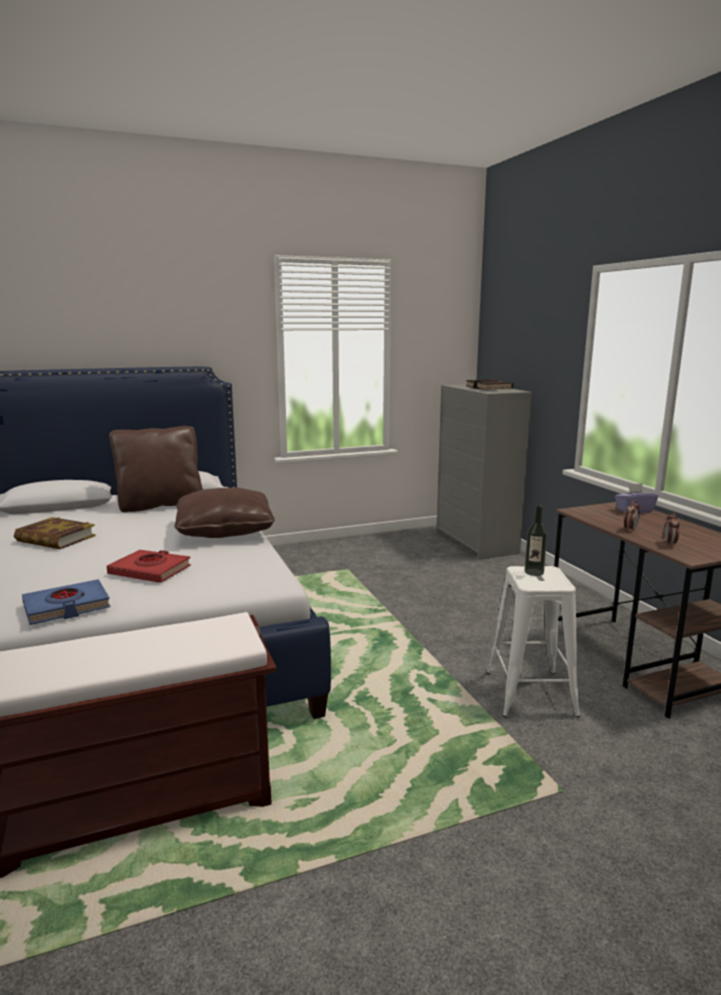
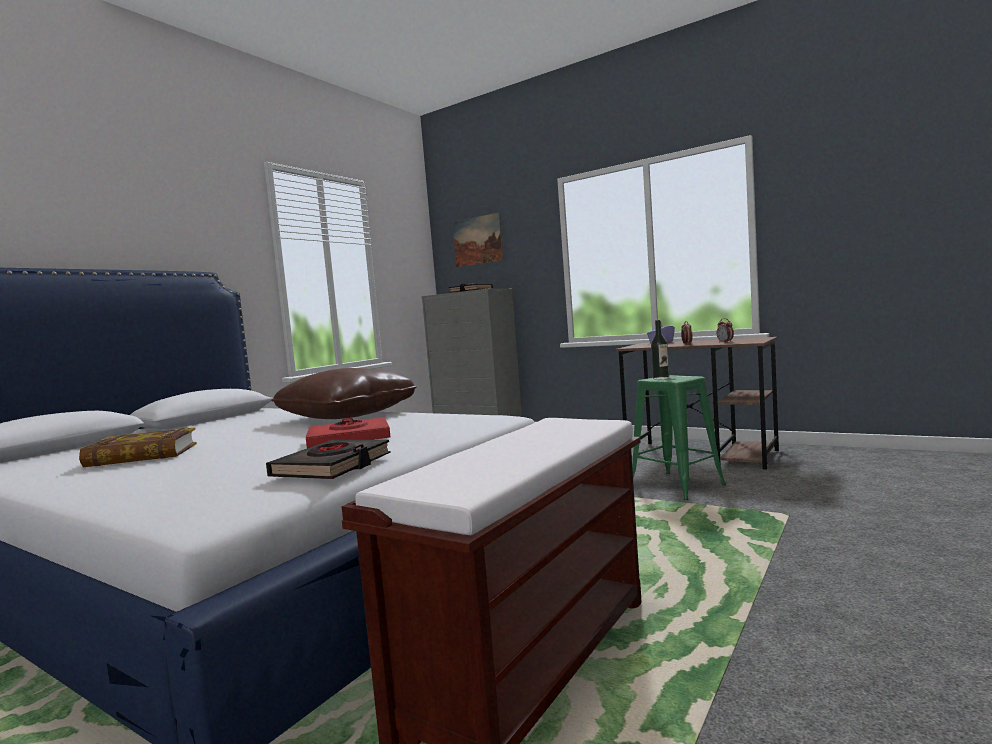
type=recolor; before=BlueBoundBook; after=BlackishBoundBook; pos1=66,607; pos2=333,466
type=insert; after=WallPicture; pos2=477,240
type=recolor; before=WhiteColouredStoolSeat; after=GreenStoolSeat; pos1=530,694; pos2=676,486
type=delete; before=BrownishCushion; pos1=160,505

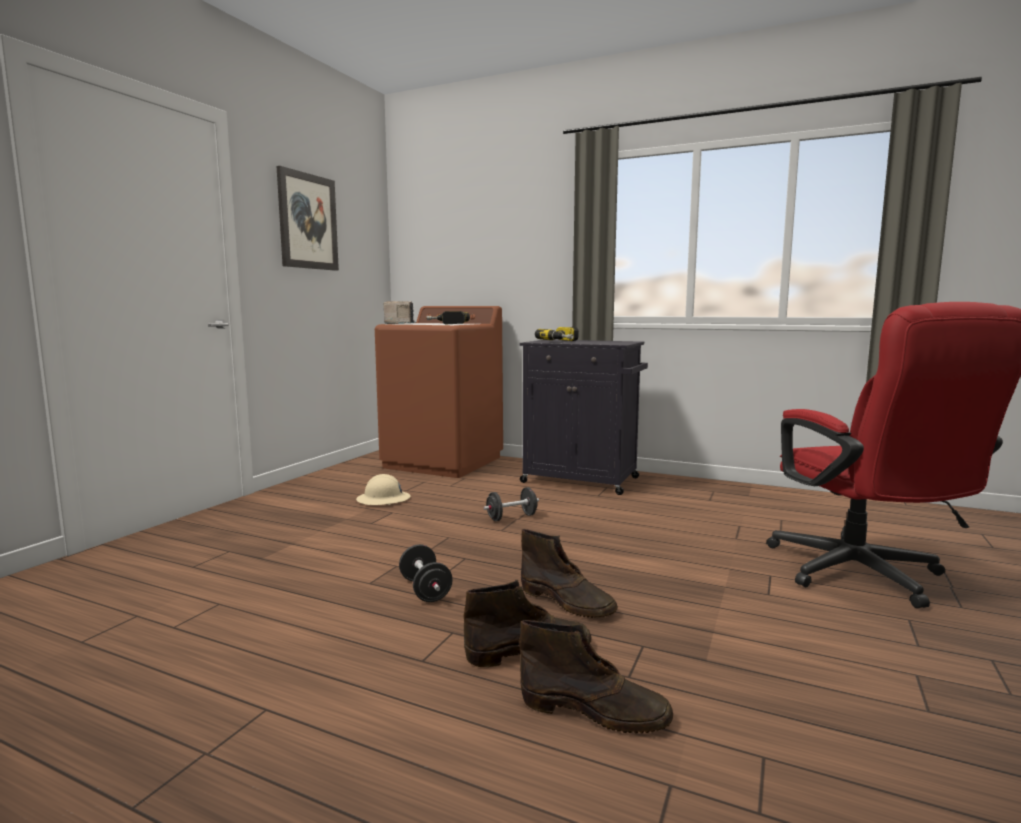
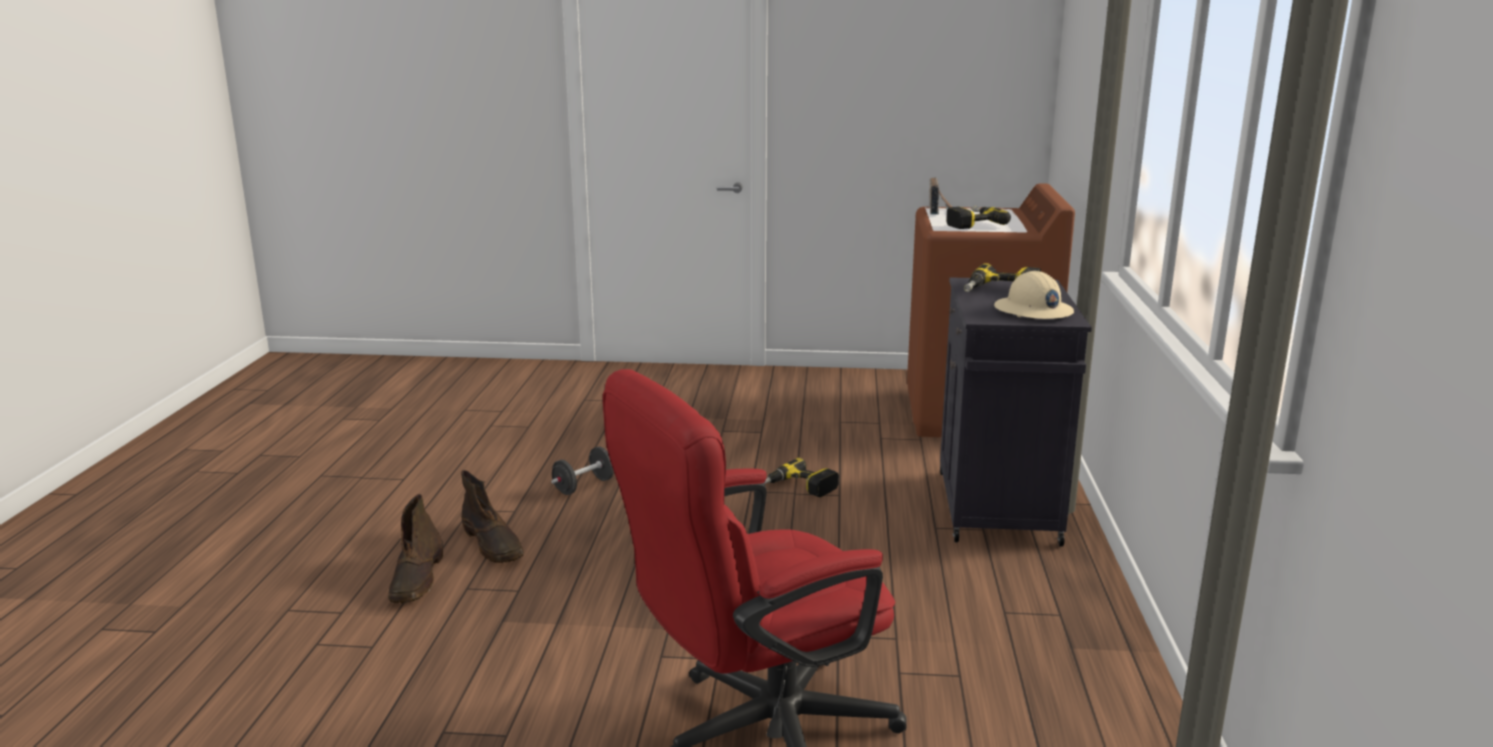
type=replace; before=BlackishHandWeight; after=Drill; pos1=511,517; pos2=796,489
type=move; before=BeigeHardHat; pos1=383,499; pos2=1033,311
type=delete; before=WallPicture; pos1=307,221
type=delete; before=BrownishBoot; pos1=567,602

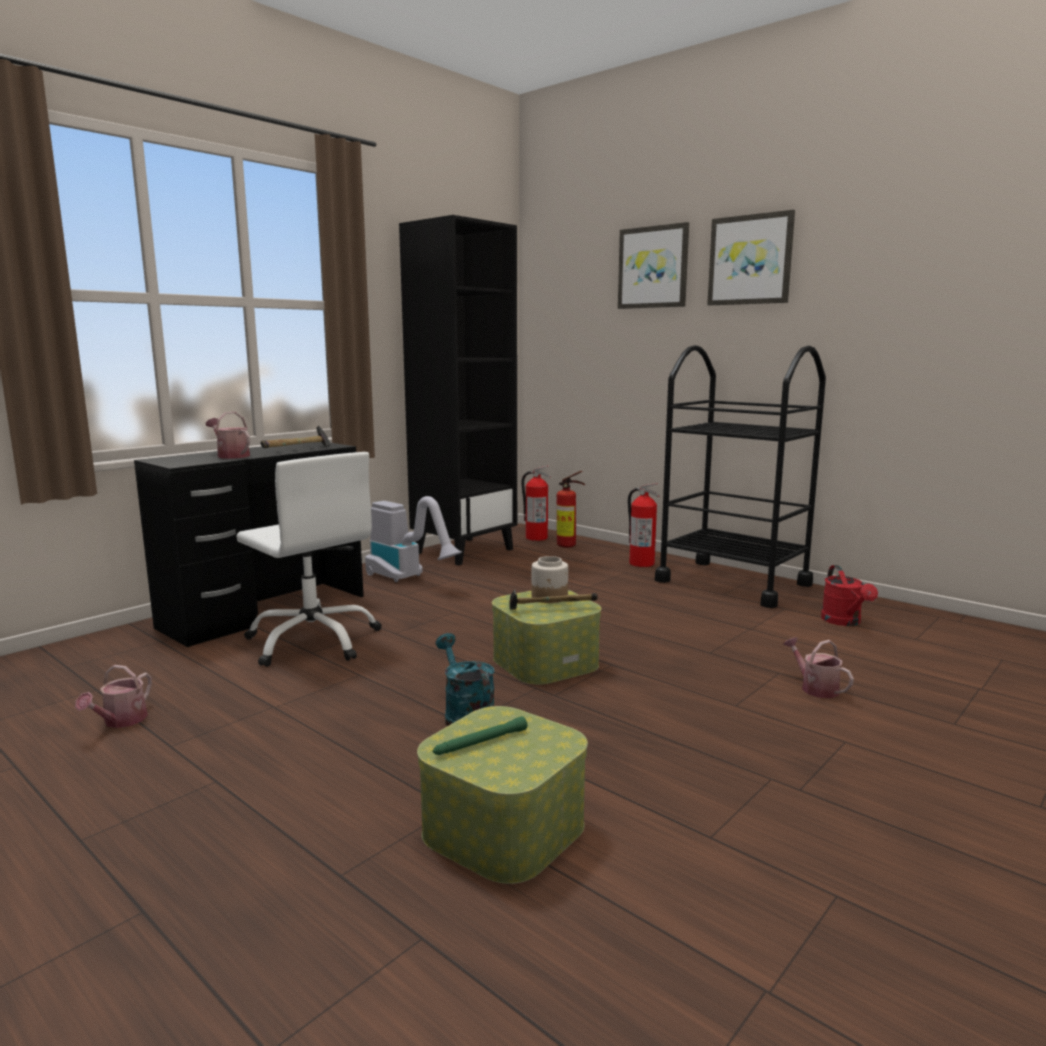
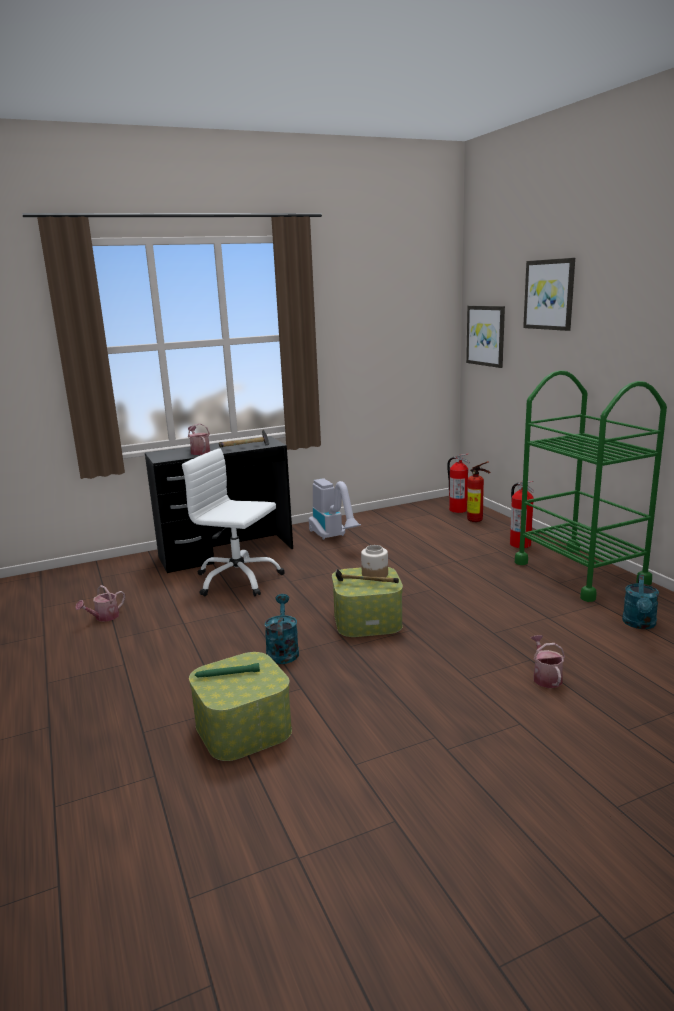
type=rotate; before=WhiteColouredDeskChair; pos1=313,641; pos2=237,580; turn=135
type=move; before=WallPicture; pos1=750,260; pos2=486,335
type=recolor; before=BlackishCart; after=GreenCart; pos1=733,583; pos2=580,573
type=recolor; before=ReddishWateringCan; after=BlueGreenWateringCan; pos1=844,622; pos2=639,624
type=delete; before=BlackishShelvingUnit; pos1=464,551

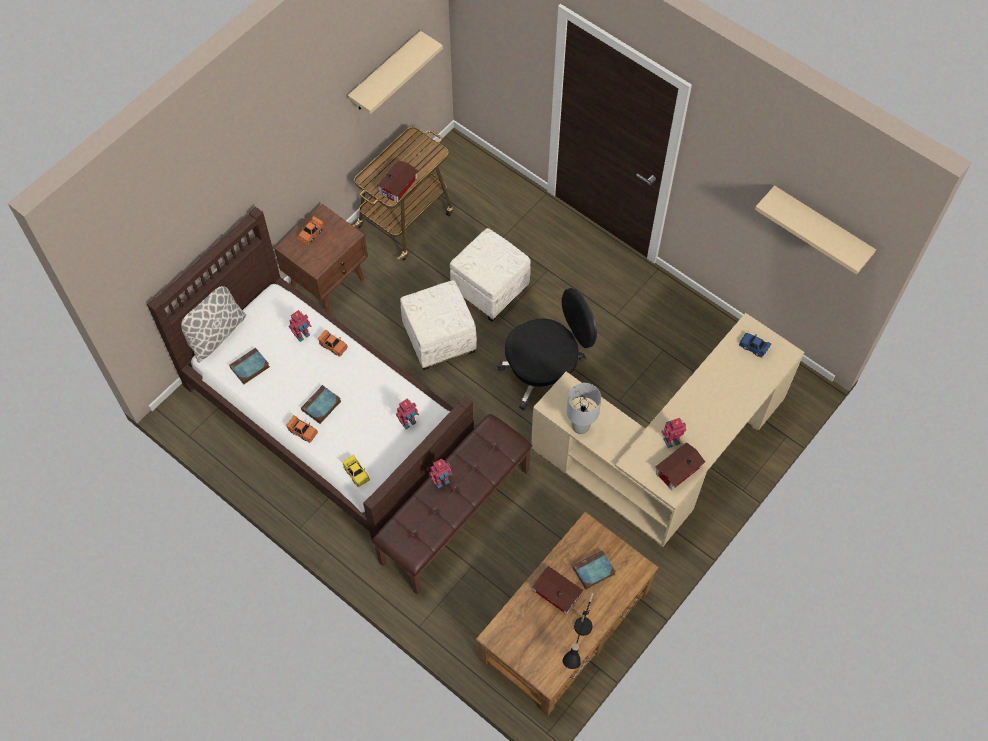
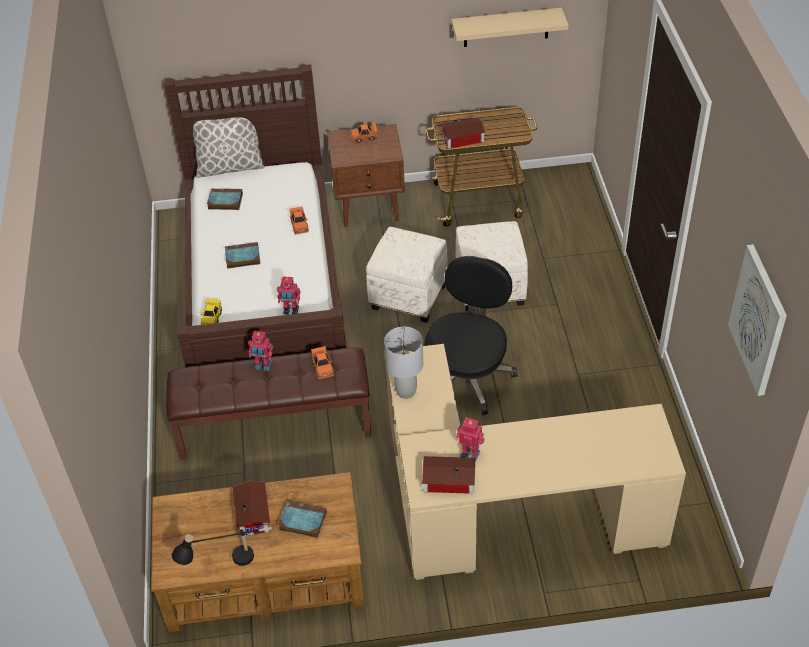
type=move; before=OrangeyModelCar; pos1=303,431; pos2=322,367
type=rotate; before=BlackishDeskChair; pos1=545,373; pos2=467,376; turn=-90
type=replace; before=BeigeWallShelf; after=WallPicture; pos1=820,227; pos2=759,320
type=delete; before=ModelRobot; pos1=302,335
type=delete; before=BlueModelCar; pos1=753,347

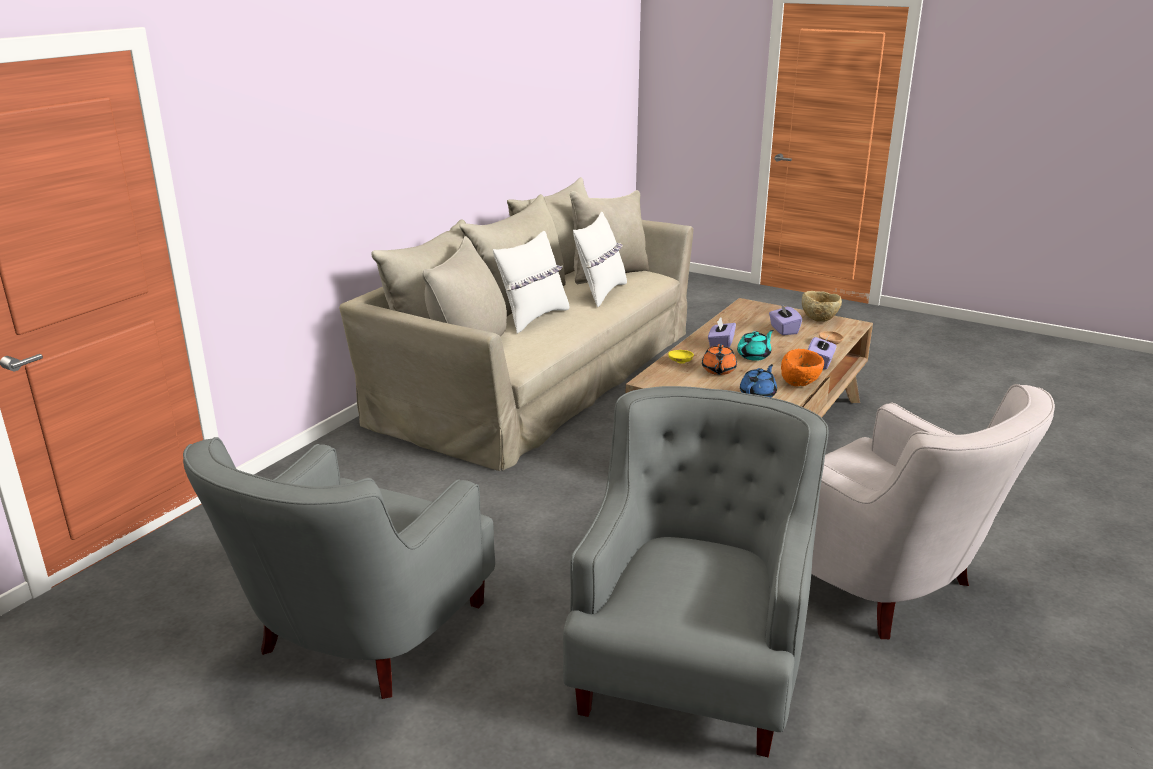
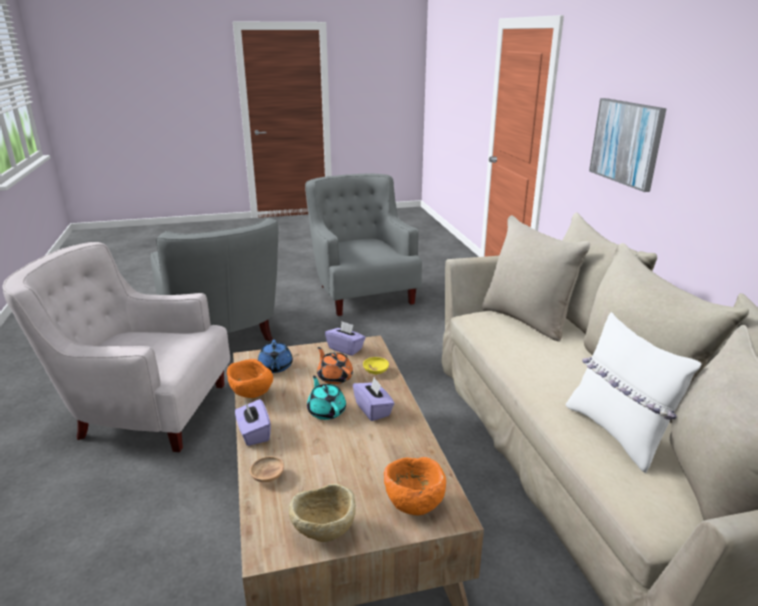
type=rotate; before=BlueGreenTeapot; pos1=754,356; pos2=326,411; turn=150
type=move; before=PurplishBoxOfTissues; pos1=783,330; pos2=345,348
type=insert; after=OrangeyBowl; pos2=413,504
type=insert; after=WallPicture; pos2=626,142
type=delete; before=WhiteColouredCushion; pos1=533,318

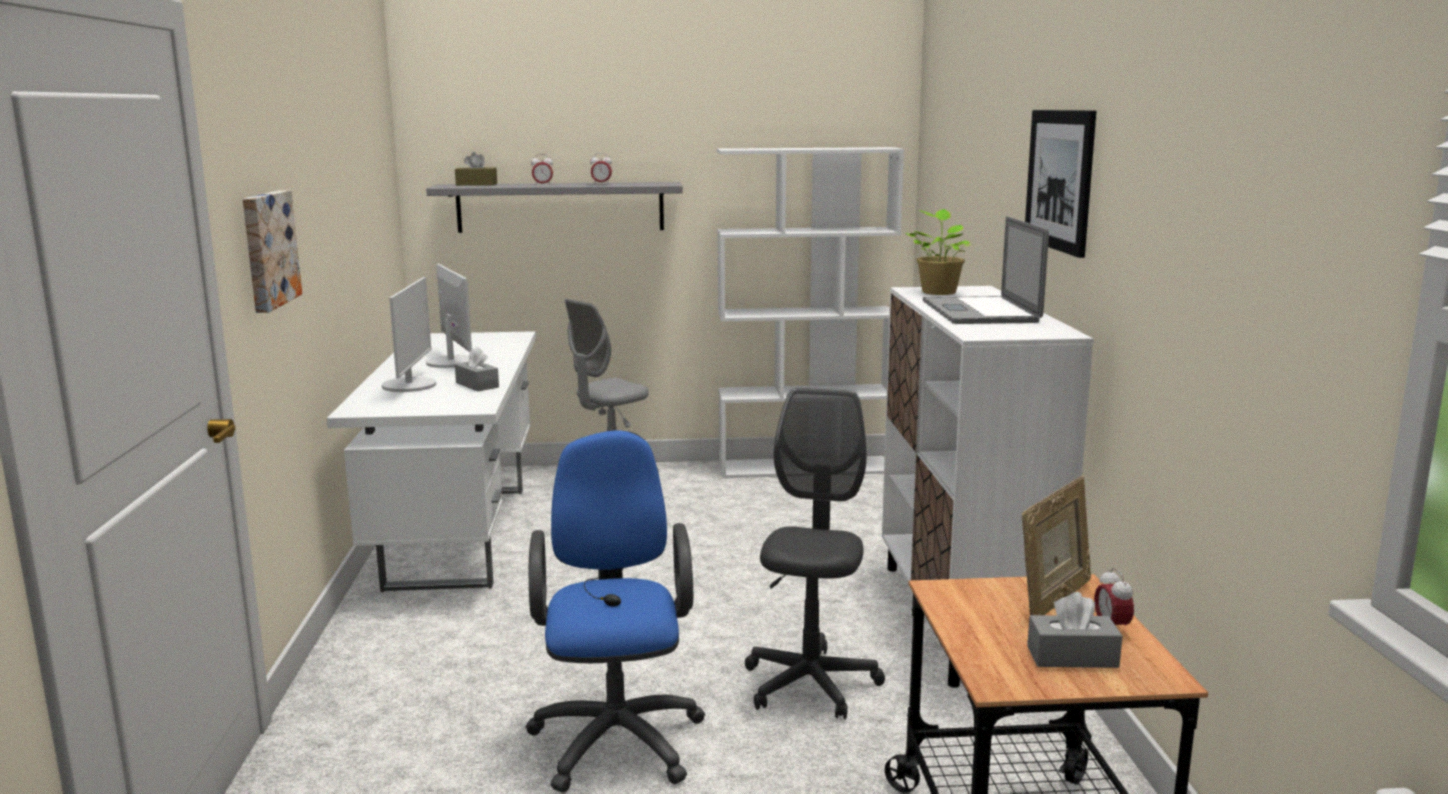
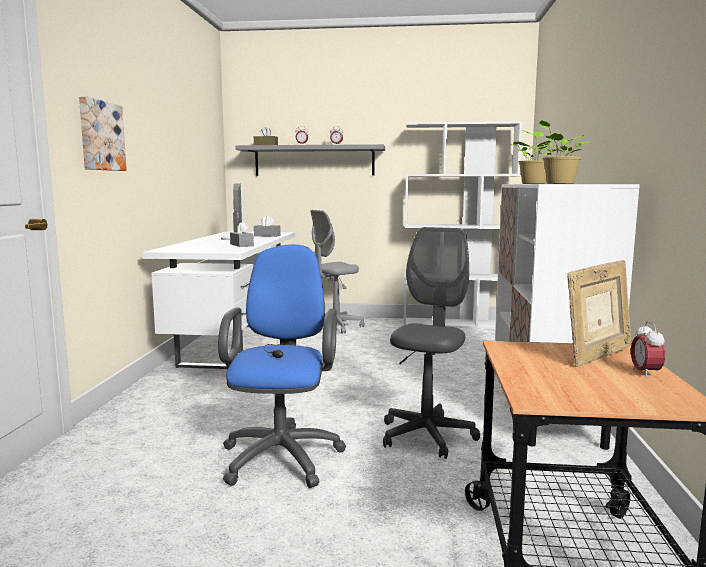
type=move; before=GrayBoxOfTissues; pos1=1072,657; pos2=267,235
type=replace; before=PortableComputer; after=Houseplant; pos1=980,311; pos2=558,183
type=delete; before=ComputerDisplay; pos1=410,385
type=delete; before=WallPicture; pos1=1059,180

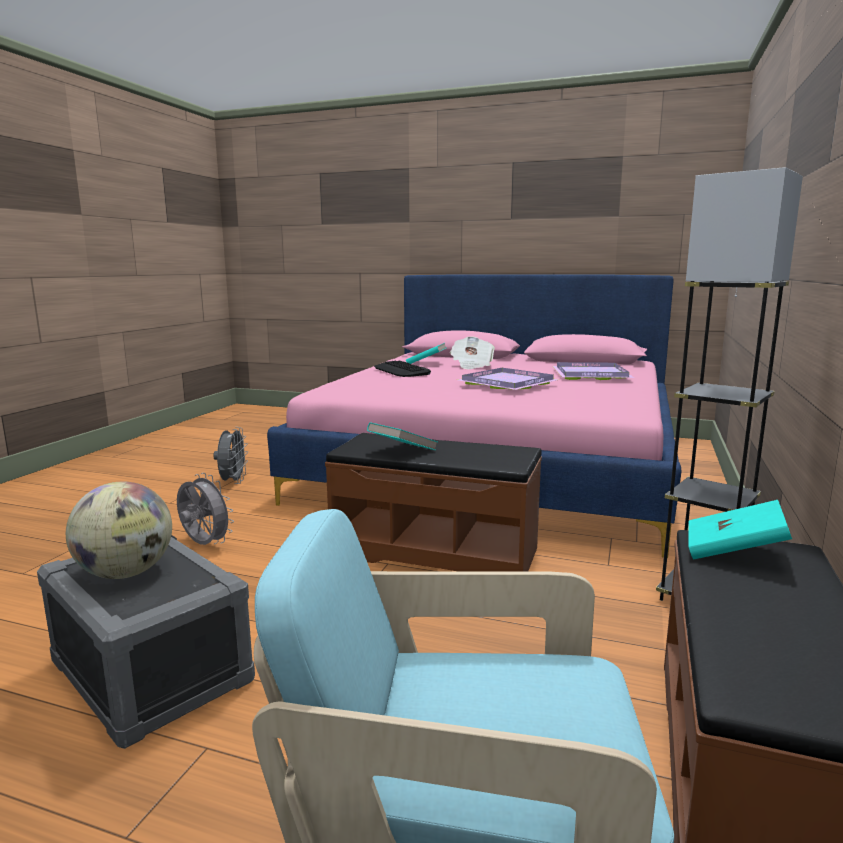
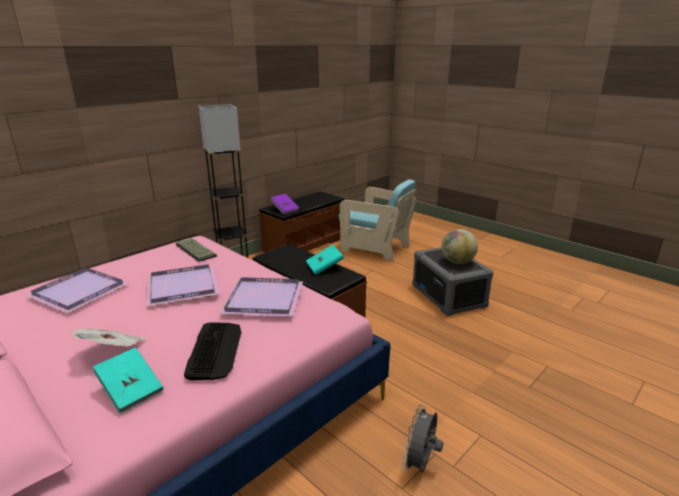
type=insert; after=PcKeyboard; pos2=194,250
type=insert; after=PurplishTray; pos2=265,299
type=recolor; before=BlueGreenBoundBook; after=PurplishBoundBook; pos1=733,552; pos2=285,210
type=delete; before=GrayElectricFan; pos1=204,545

